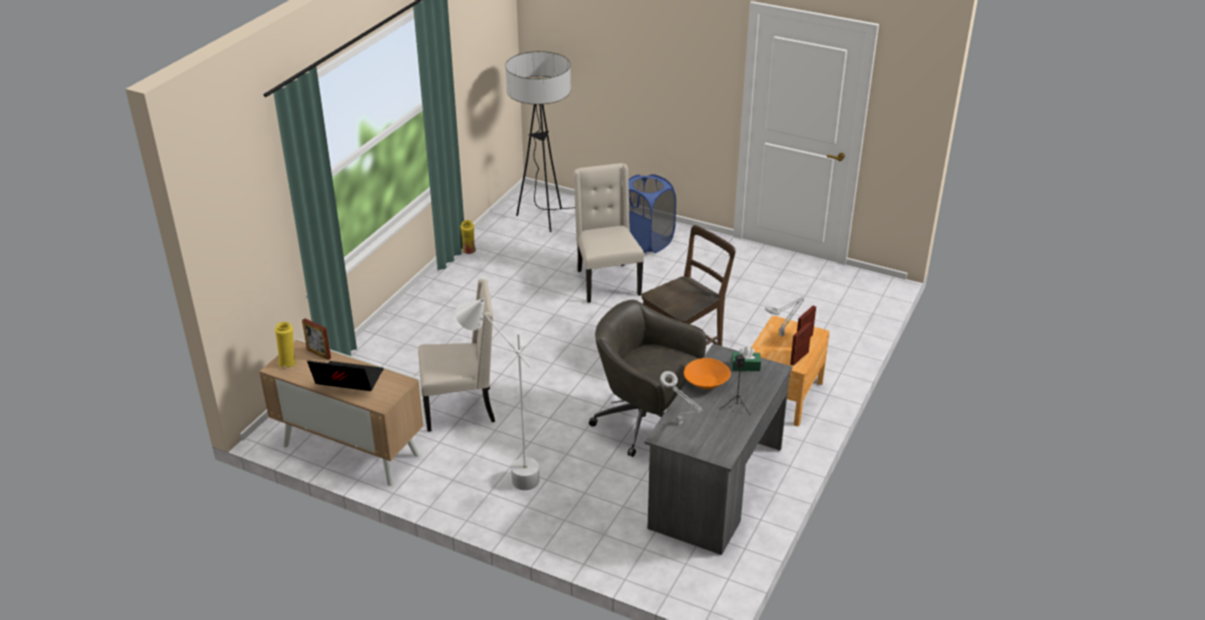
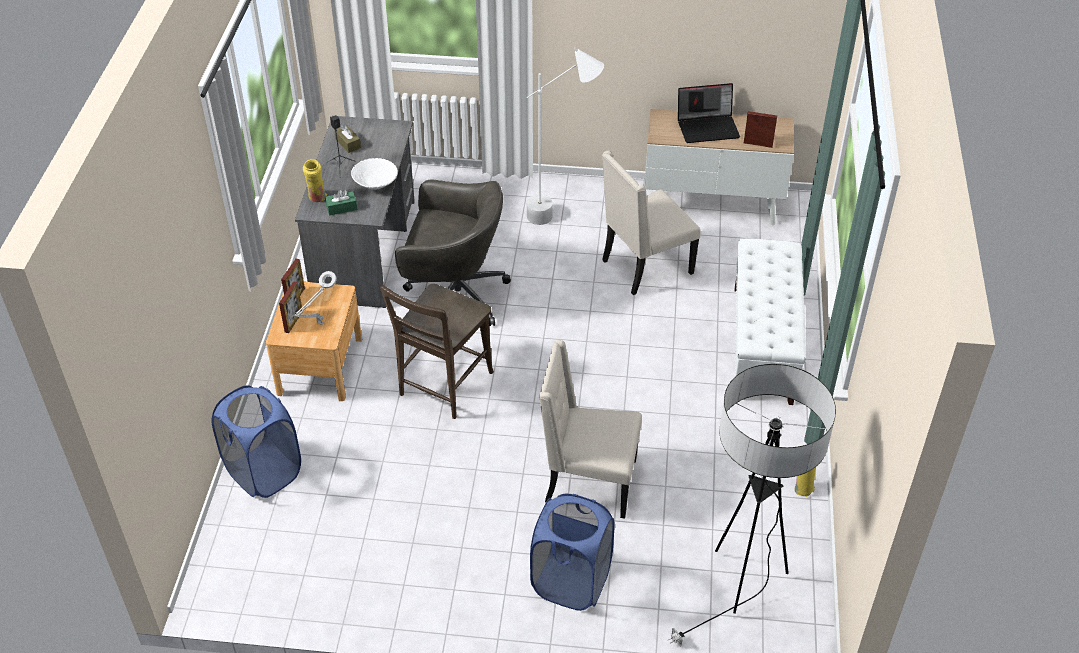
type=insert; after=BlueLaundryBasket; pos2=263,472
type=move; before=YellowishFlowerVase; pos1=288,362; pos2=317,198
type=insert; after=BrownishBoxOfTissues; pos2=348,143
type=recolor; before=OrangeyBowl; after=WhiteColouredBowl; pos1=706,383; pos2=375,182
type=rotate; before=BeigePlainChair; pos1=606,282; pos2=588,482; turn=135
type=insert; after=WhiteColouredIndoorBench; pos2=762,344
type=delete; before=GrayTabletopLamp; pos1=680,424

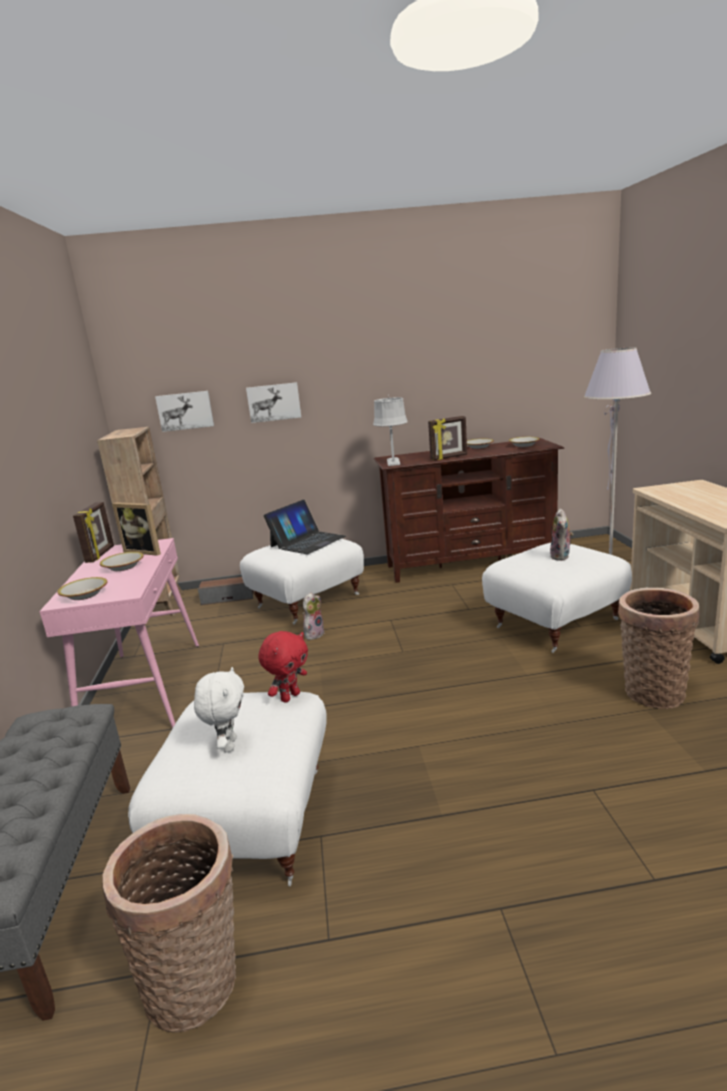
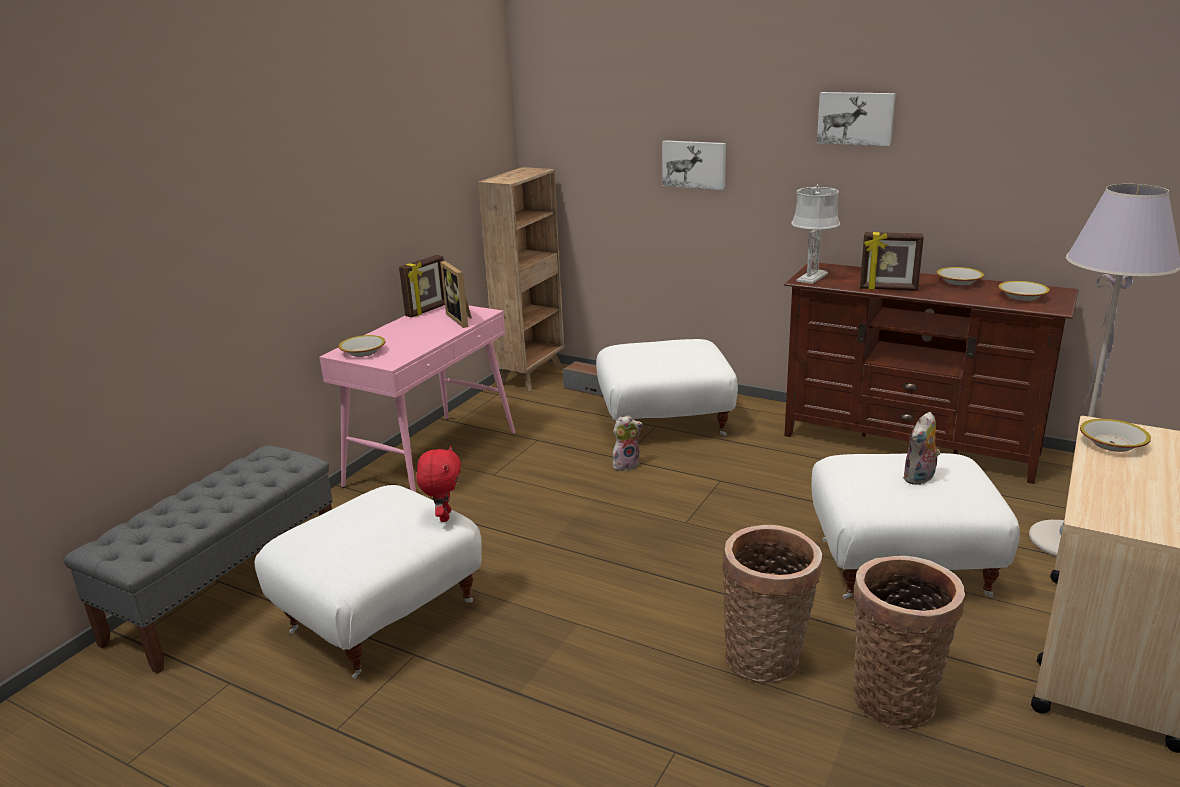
type=rotate; before=ReddishSoftToy; pos1=290,697; pos2=443,516; turn=-75
type=move; before=StorageBasket; pos1=197,981; pos2=767,659
type=move; before=WallPicture; pos1=185,411; pos2=856,118
type=move; before=Bowl; pos1=123,567; pos2=1112,443
type=delete; before=WhiteColouredSoftToy; pos1=228,745
type=delete; before=PortableComputer; pos1=307,541

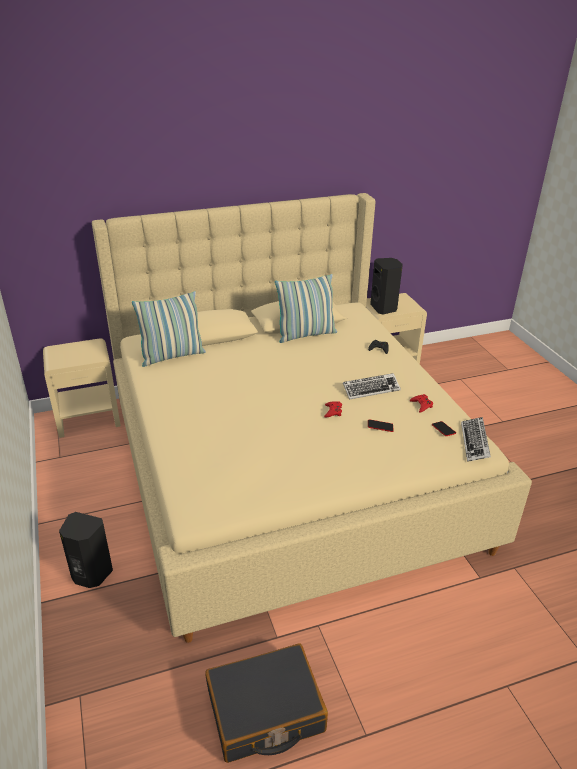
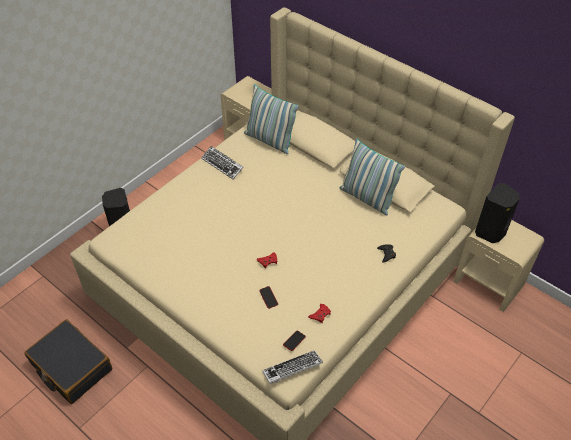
type=move; before=PcKeyboard; pos1=371,389; pos2=222,164

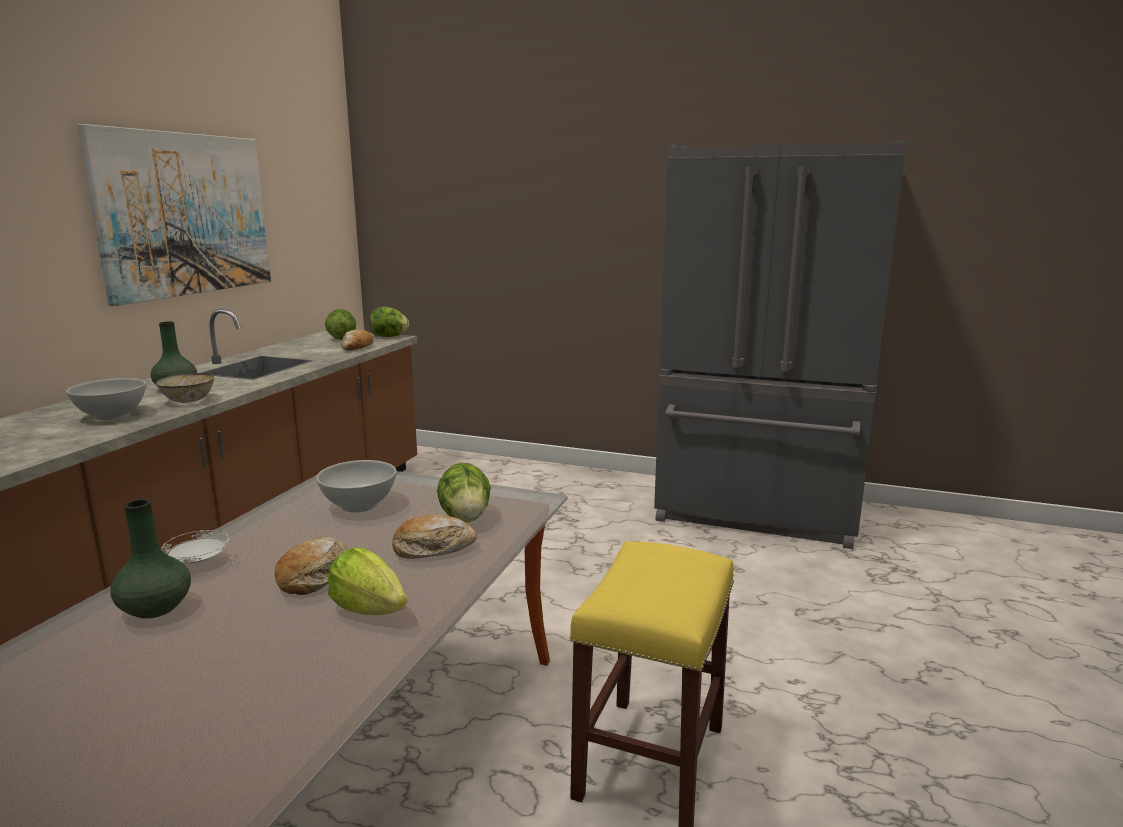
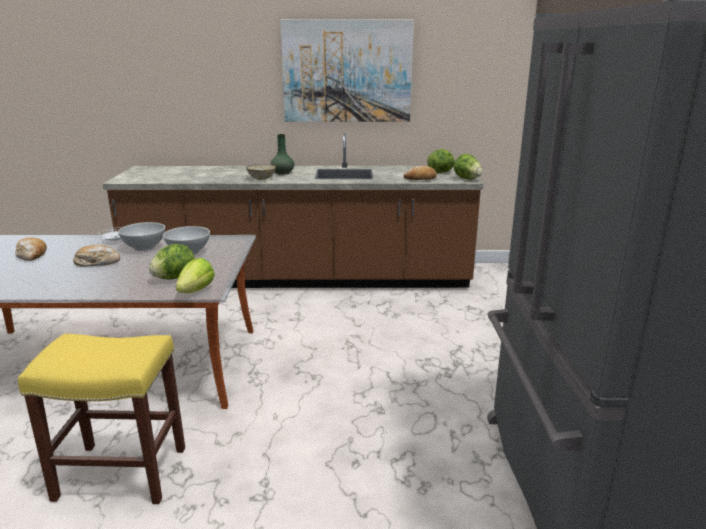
type=move; before=BakedBread; pos1=433,548; pos2=32,255
type=move; before=WhiteColouredBowl; pos1=111,416; pos2=144,247
type=move; before=HeadOfLettuce; pos1=369,608; pos2=196,290
type=delete; before=GreenFlowerVase; pos1=156,608

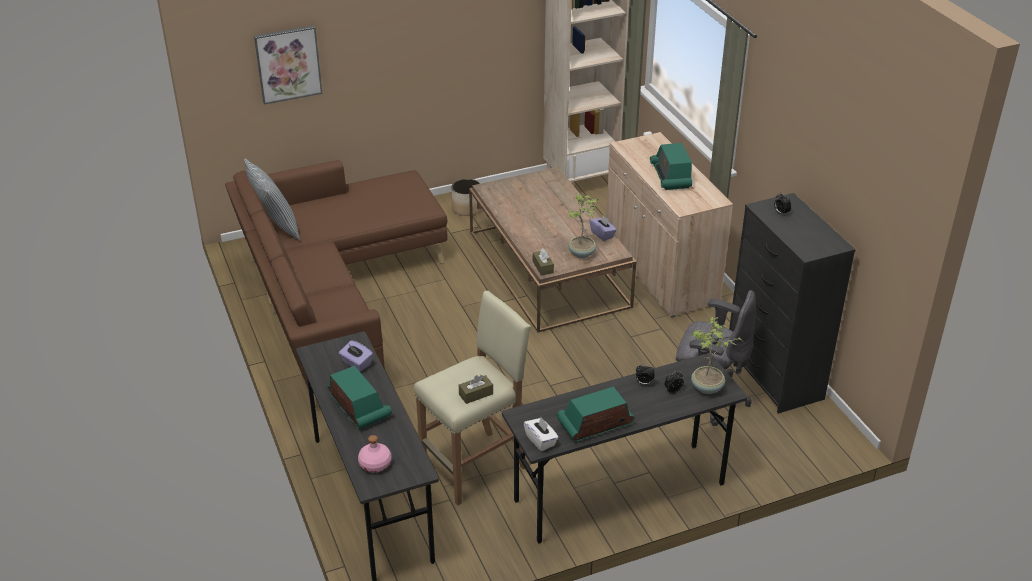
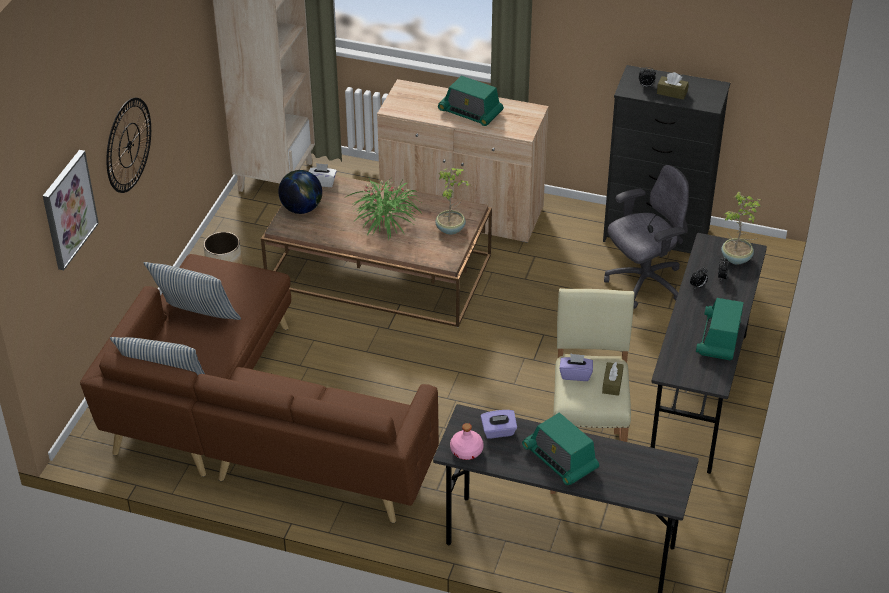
type=insert; after=ClockOnTheWall; pos2=128,145
type=insert; after=Cushion; pos2=197,319
type=insert; after=DeskGlobe; pos2=301,209
type=move; before=WhiteColouredBoxOfTissues; pos1=541,441; pos2=322,182
type=insert; after=Houseplant; pos2=386,220
type=move; before=PinkColouredBeverageBottle; pos1=375,464; pos2=466,451
type=rotate; before=RadioSet; pos1=359,406; pos2=560,459; turn=-135
type=move; before=PurplishBoxOfTissues; pos1=602,234; pos2=575,374
type=move; before=BrownishBoxOfTissues; pos1=543,267; pos2=672,92

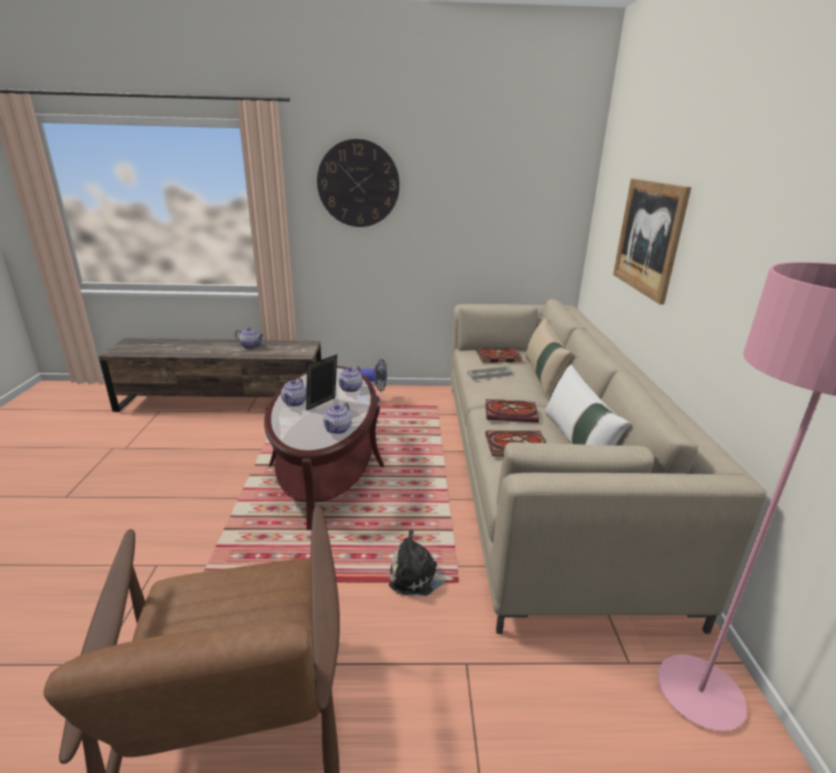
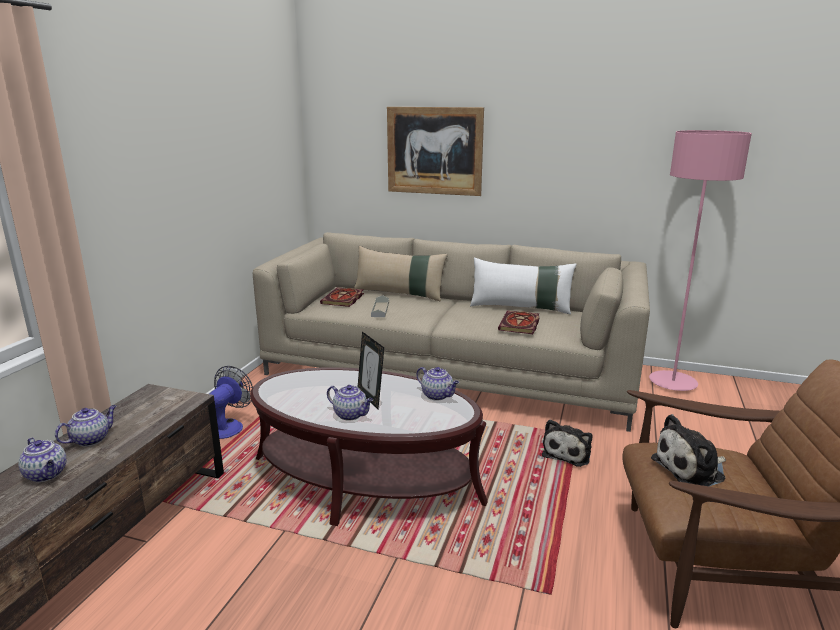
type=move; before=Teapot; pos1=350,389; pos2=47,474
type=insert; after=SoftToy; pos2=691,469
type=delete; before=ClockOnTheWall; pos1=358,184
type=delete; before=BoundBook; pos1=512,413

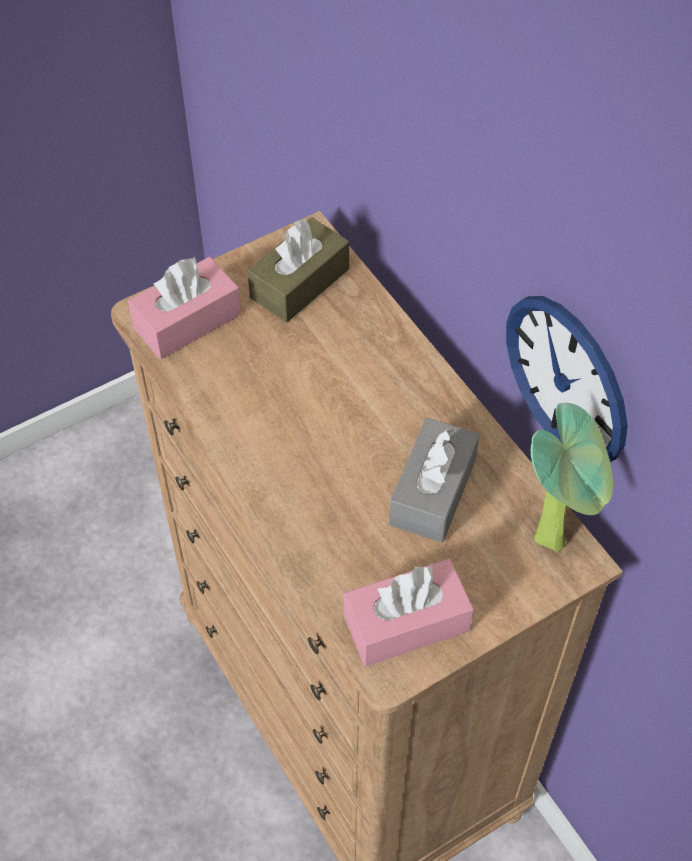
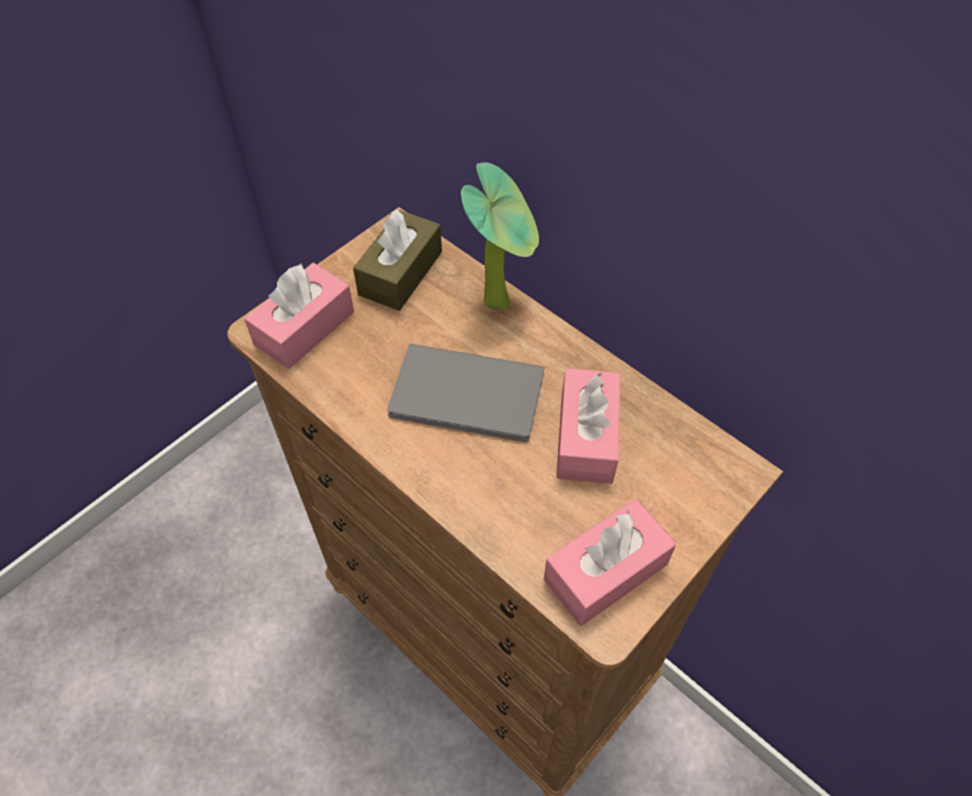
type=insert; after=GrayBoundBook; pos2=470,397
type=move; before=Houseplant; pos1=555,538; pos2=501,300
type=recolor; before=GrayBoxOfTissues; after=PinkColouredBoxOfTissues; pos1=433,491; pos2=586,437
type=delete; before=ClockOnTheWall; pos1=566,380

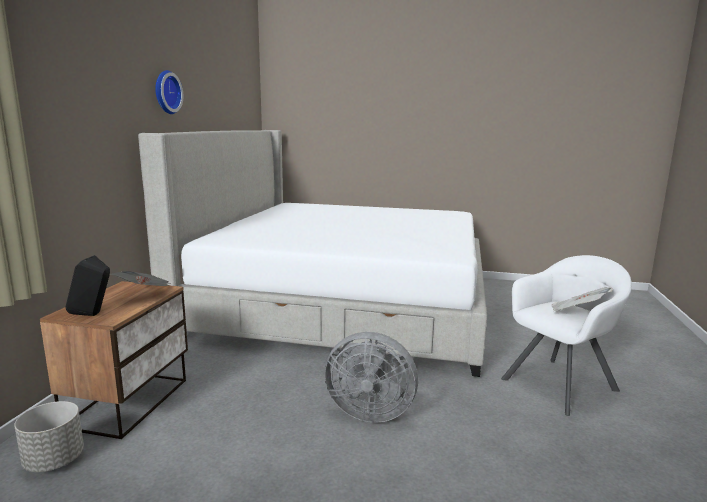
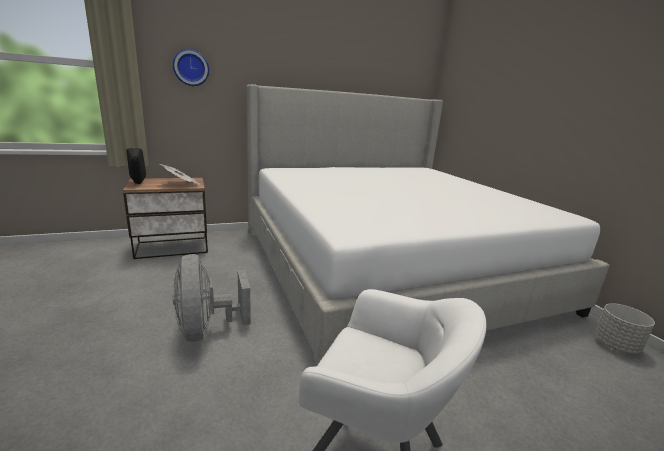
type=move; before=ClockOnTheWall; pos1=165,92; pos2=191,68
type=move; before=GrayPlantPot; pos1=54,461; pos2=616,345
type=delete; before=PrintedPaper; pos1=577,312

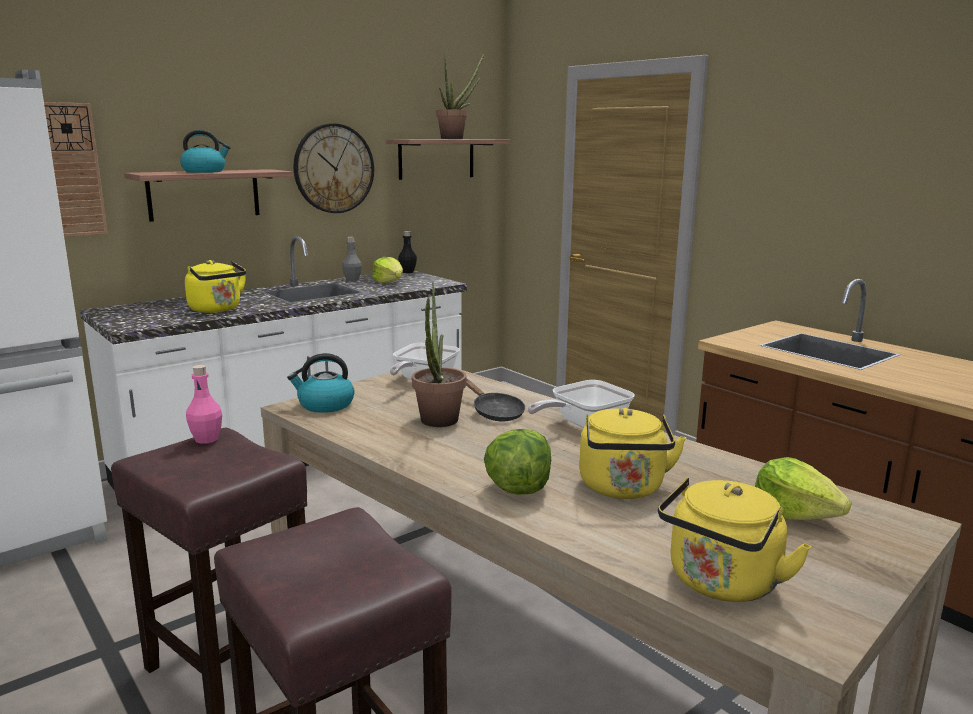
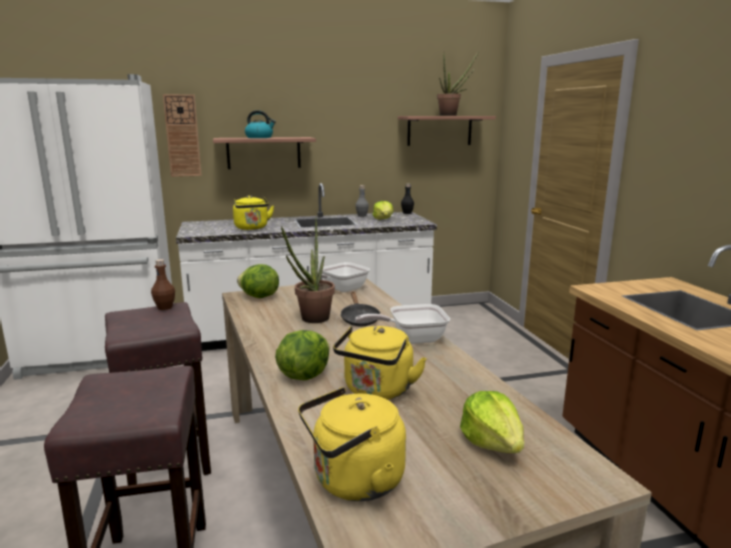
type=recolor; before=PinkColouredBeverageBottle; after=BrownishBeverageBottle; pos1=206,439; pos2=165,307
type=replace; before=WaterKettle; after=HeadOfLettuce; pos1=325,405; pos2=259,297
type=delete; before=ClockOnTheWall; pos1=334,168

